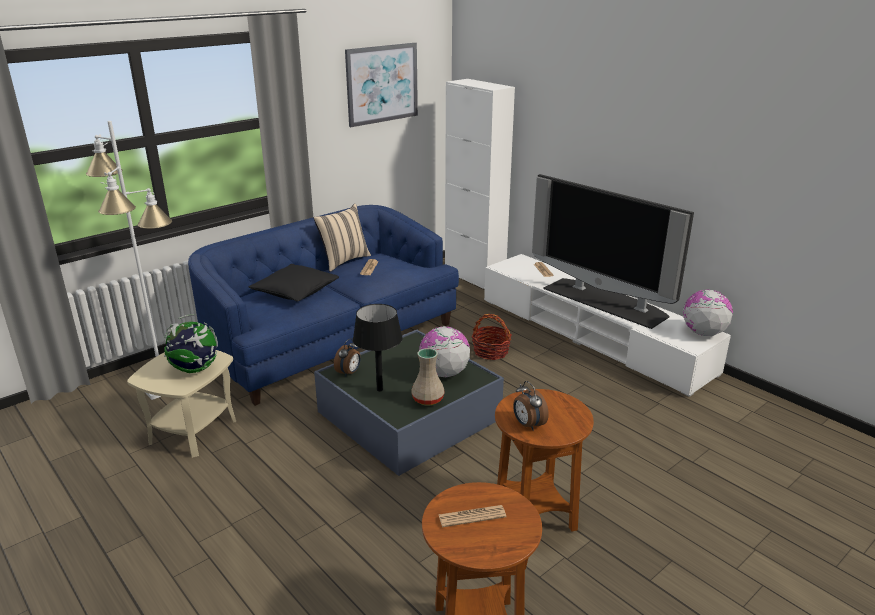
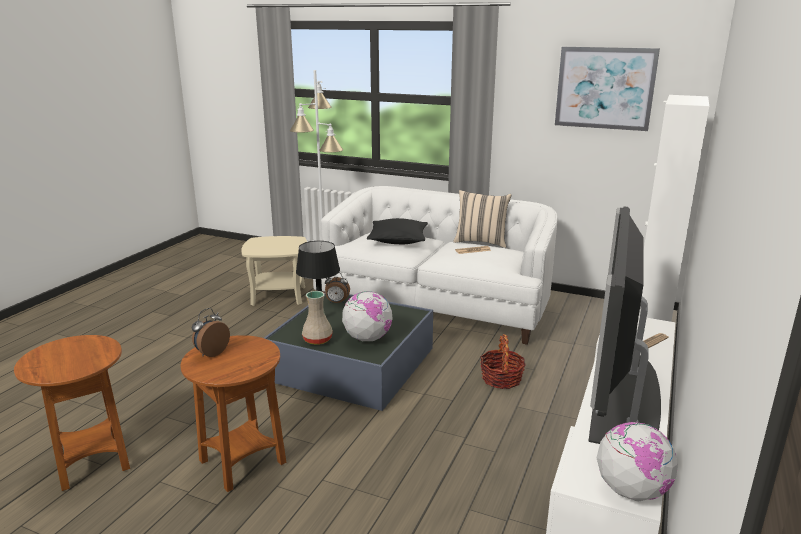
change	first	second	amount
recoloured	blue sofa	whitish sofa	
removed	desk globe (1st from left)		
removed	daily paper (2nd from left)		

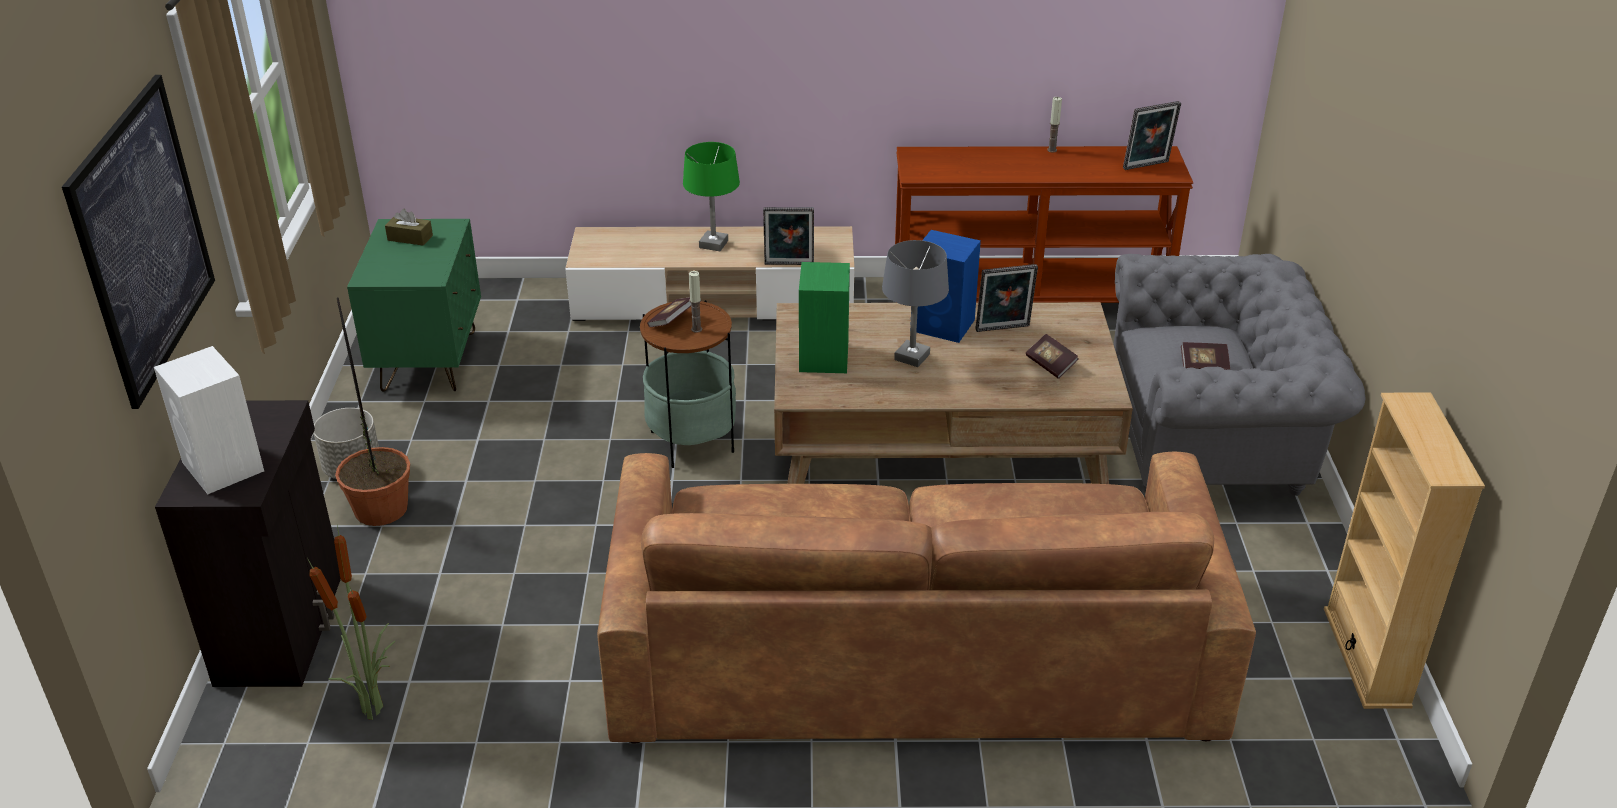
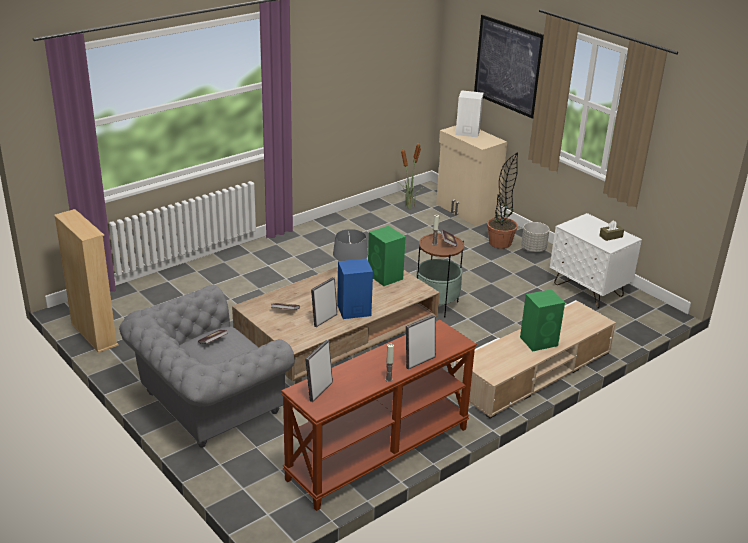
change	first	second	amount
moved	standing frame (1st from left in the first image)	standing frame (3rd from left)	
recoloured	black cabinet	sand-coloured cabinet	
replaced	green tabletop lamp	green audio speaker (2nd from left)	
recoloured	green nightstand	whitish nightstand	
removed	brown-coloured sofa		

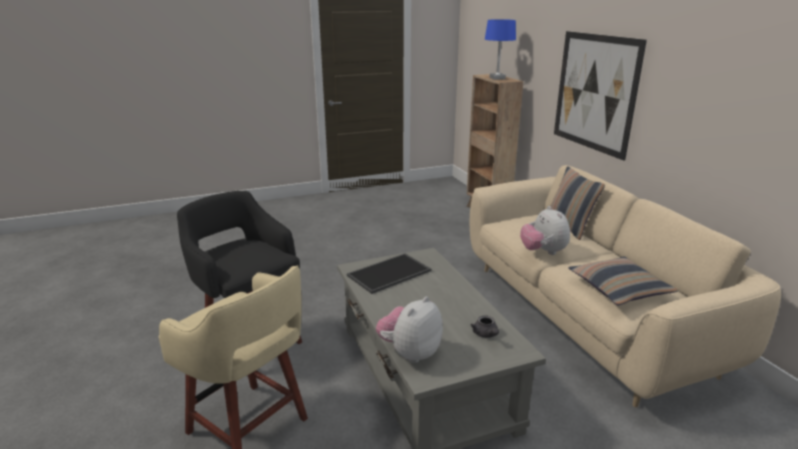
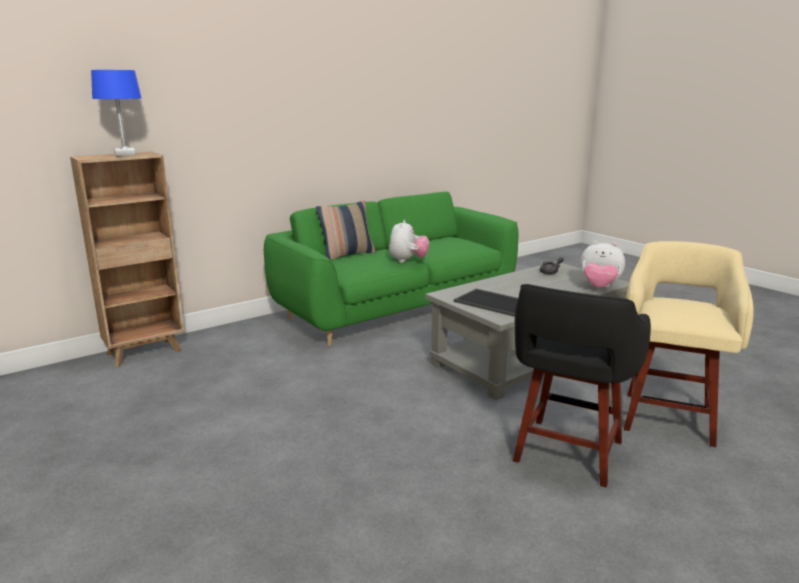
change	first	second	amount
recoloured	sand-coloured sofa	green sofa	
turned	plush toy (2nd from left in the first image)	plush toy (1st from left)	45 degrees counterclockwise
removed	wall art		
removed	cushion (2nd from left)		

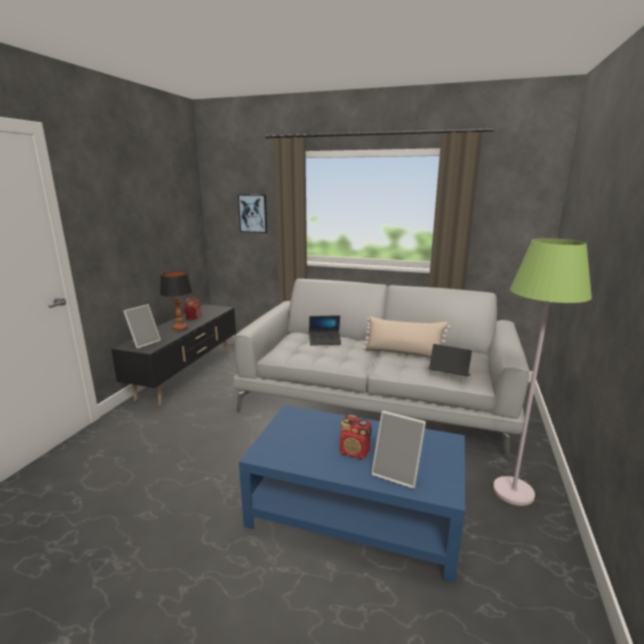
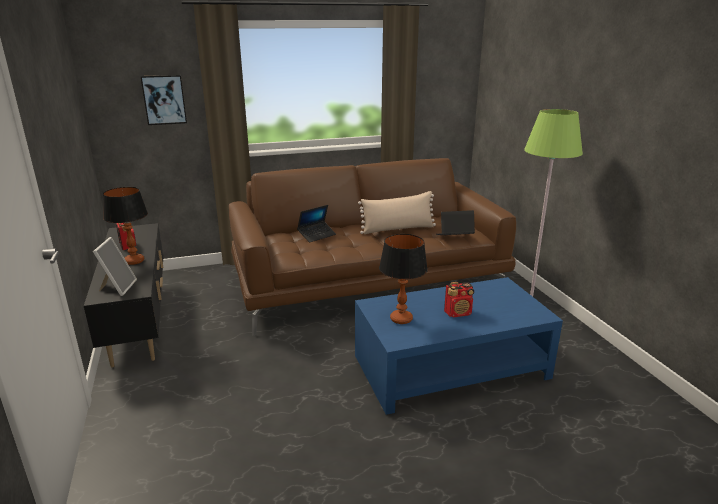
change	first	second	amount
recoloured	gray sofa	brown-coloured sofa	
added		tabletop lamp (2nd from left)	
removed	standing frame (2nd from left)		

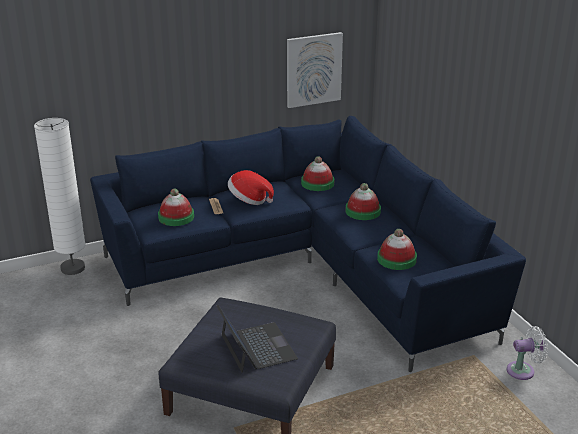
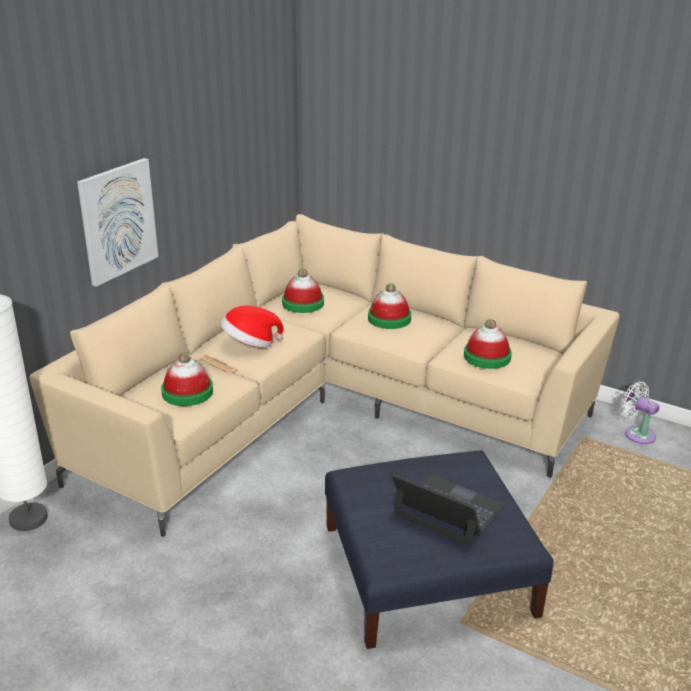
change	first	second	amount
recoloured	blue sofa	sand-coloured sofa	
moved	wall art		
turned	whitish electric fan		90 degrees counterclockwise

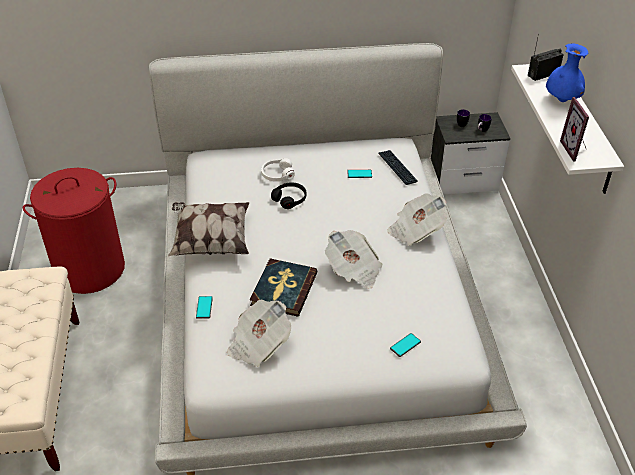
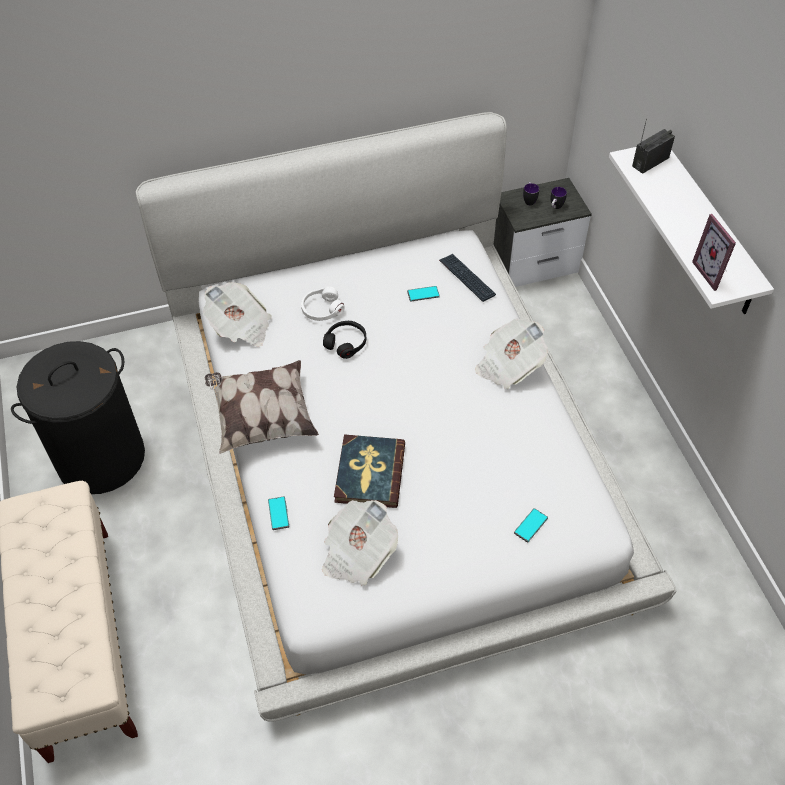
change	first	second	amount
recoloured	red hamper	black hamper	
moved	daily paper (2nd from left in the first image)	daily paper (1st from left)	
removed	blue flower vase		

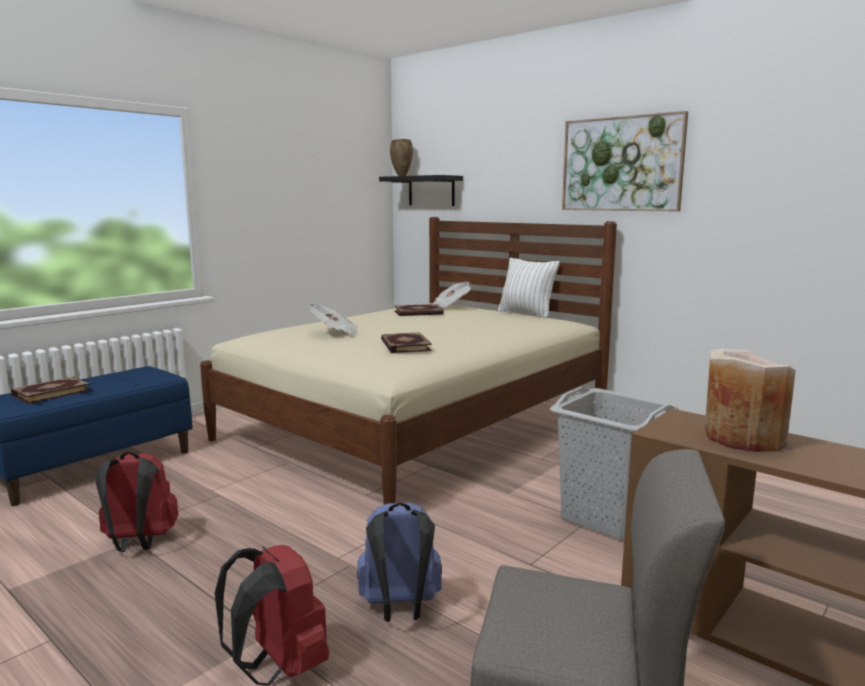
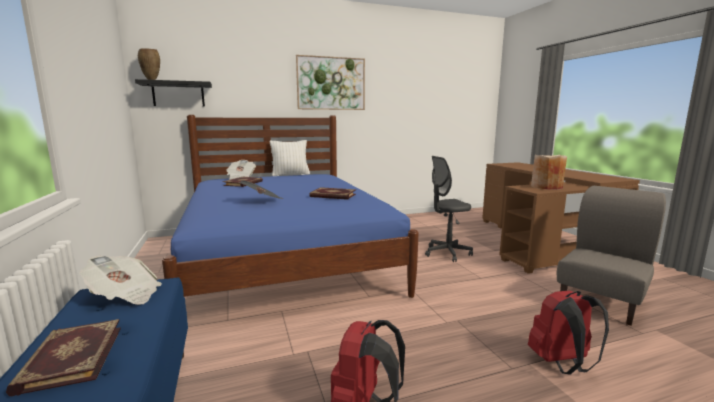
change	first	second	amount
added		daily paper (1st from left)	
recoloured	sand-coloured sleeping bed	blue sleeping bed	
replaced	gray hamper	gray computer chair	
removed	blue rucksack		

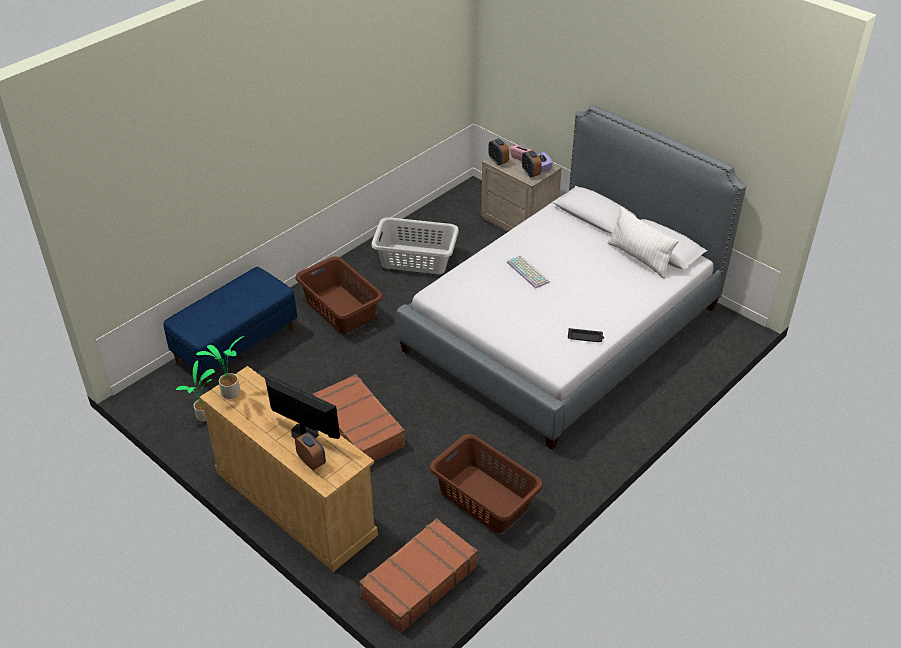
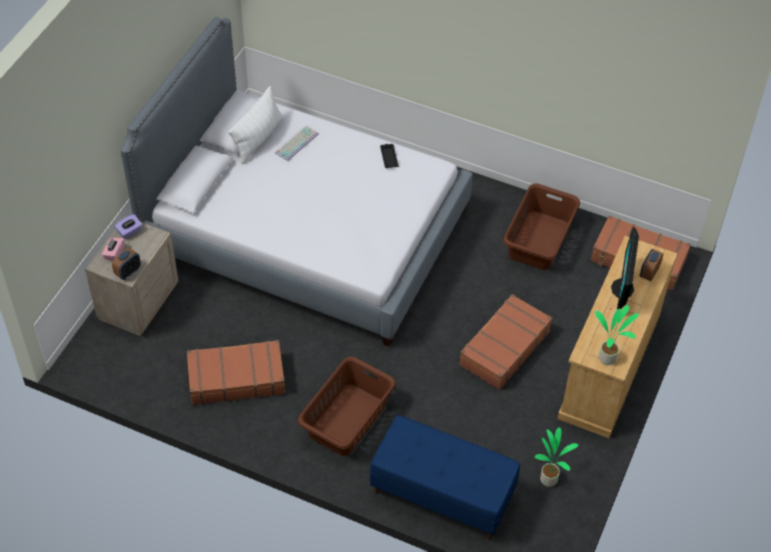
change	first	second	amount
replaced	gray hamper	brown-coloured travel case (1st from left)	
moved	PC keyboard		
removed	table clock (3rd from left)		

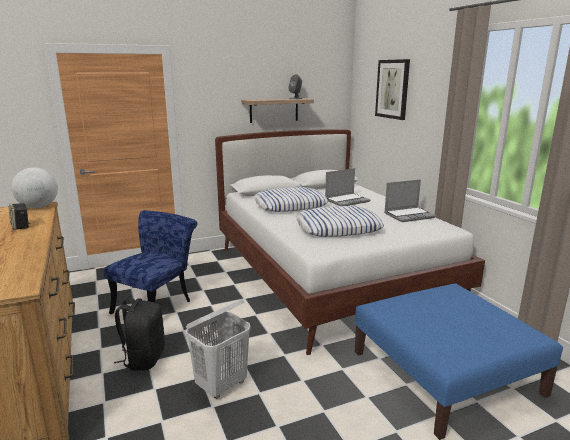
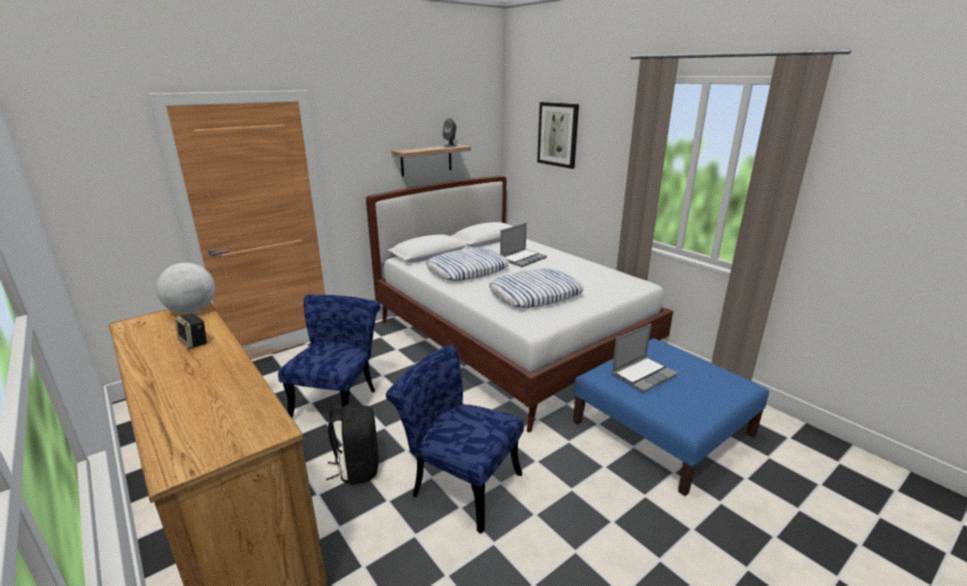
change	first	second	amount
replaced	whitish hamper	blue upright chair (2nd from left)	
moved	laptop (2nd from left)		

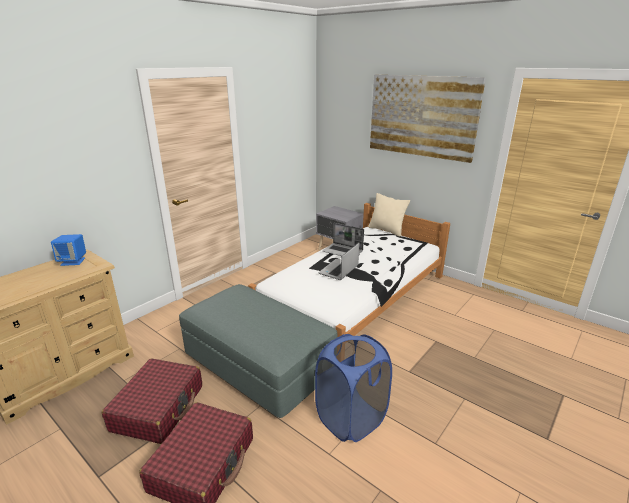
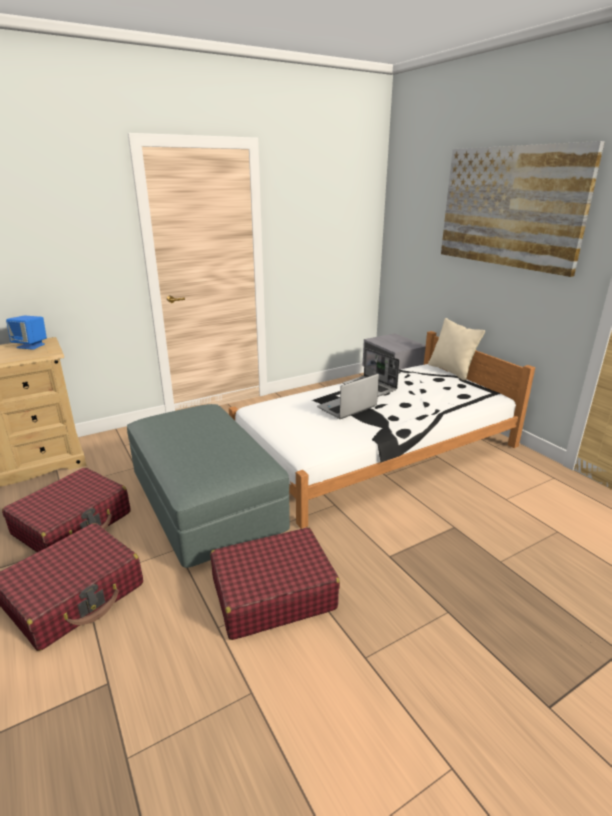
change	first	second	amount
replaced	blue hamper	red travel case (3rd from left)	

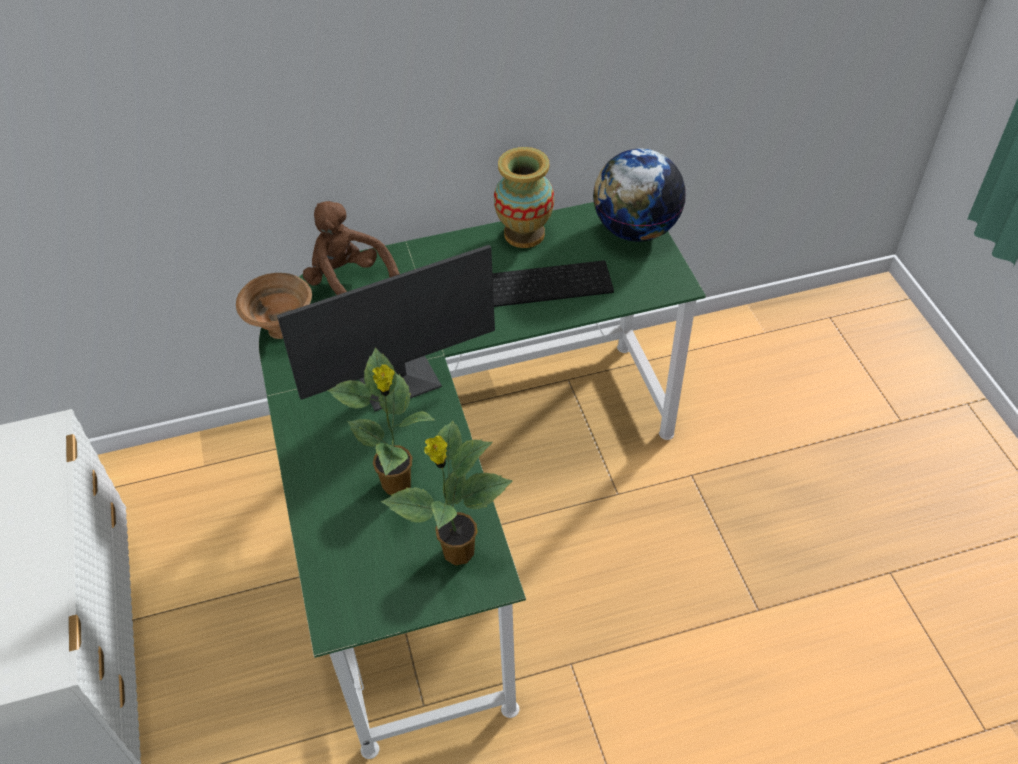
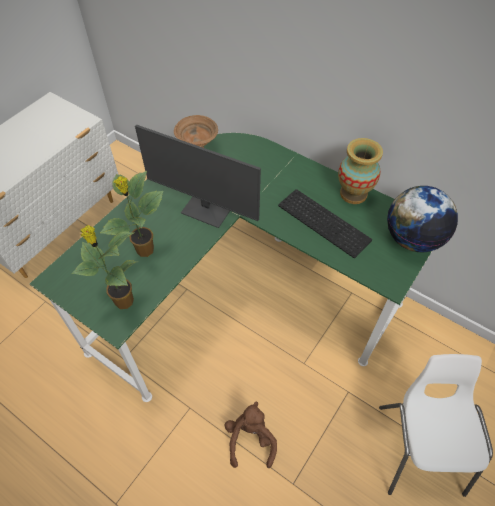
change	first	second	amount
moved	brown-coloured plush toy		
added		whitish upright chair	

